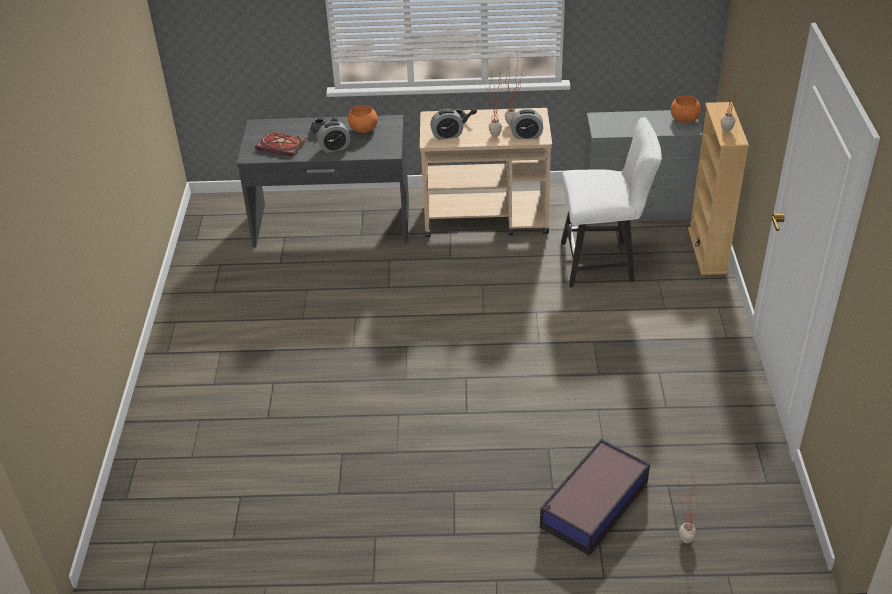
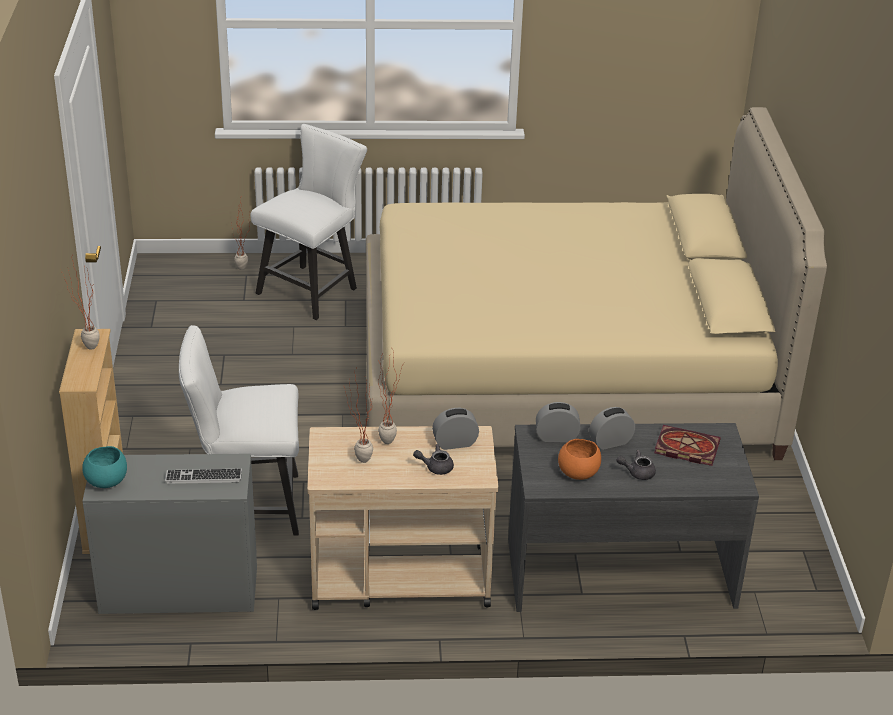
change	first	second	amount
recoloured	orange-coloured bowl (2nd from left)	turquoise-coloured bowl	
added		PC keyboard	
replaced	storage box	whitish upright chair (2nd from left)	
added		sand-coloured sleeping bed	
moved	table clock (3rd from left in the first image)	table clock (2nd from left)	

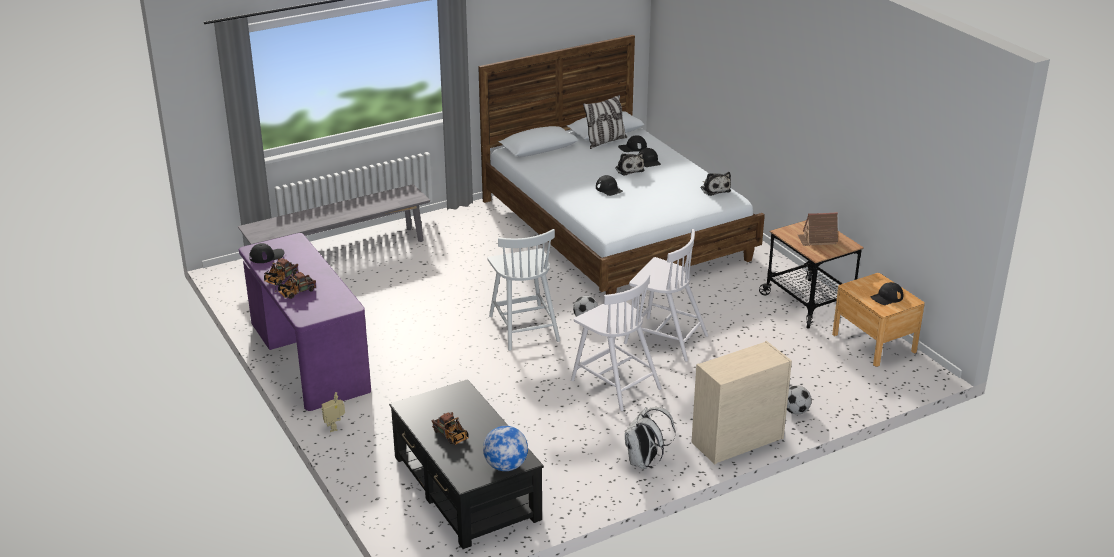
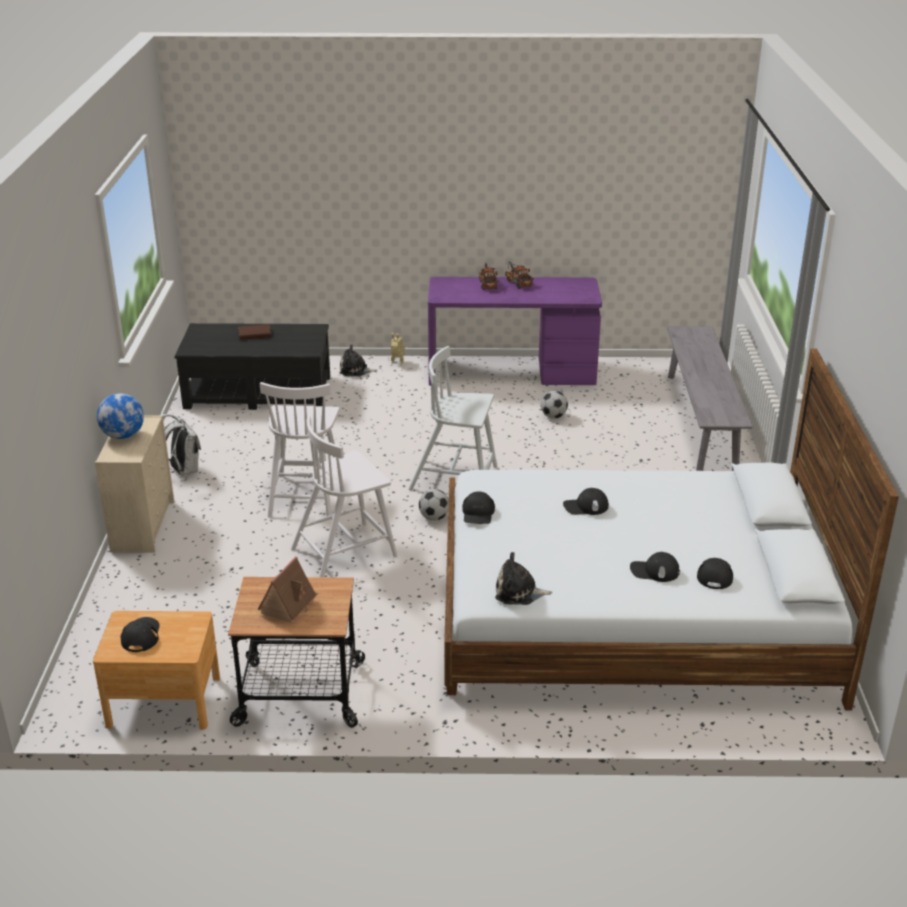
change	first	second	amount
moved	desk globe		
replaced	toy lorry (3rd from left)	brown-coloured bound book	
turned	whitish upright chair (2nd from left in the first image)	whitish upright chair (1st from left)	75 degrees counterclockwise
moved	plush toy (1st from left)		
moved	black baseball cap (1st from left in the first image)	black baseball cap (2nd from left)	
moved	football ball (2nd from left)		
removed	cushion		

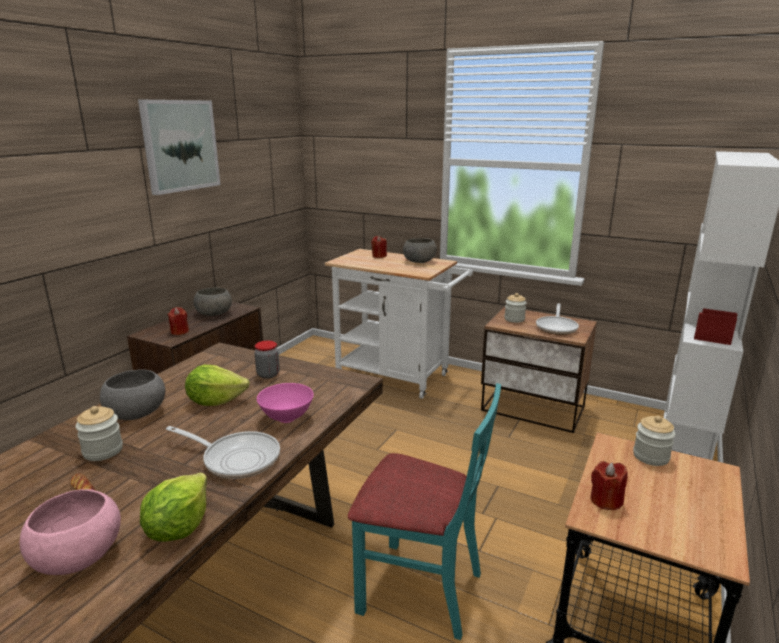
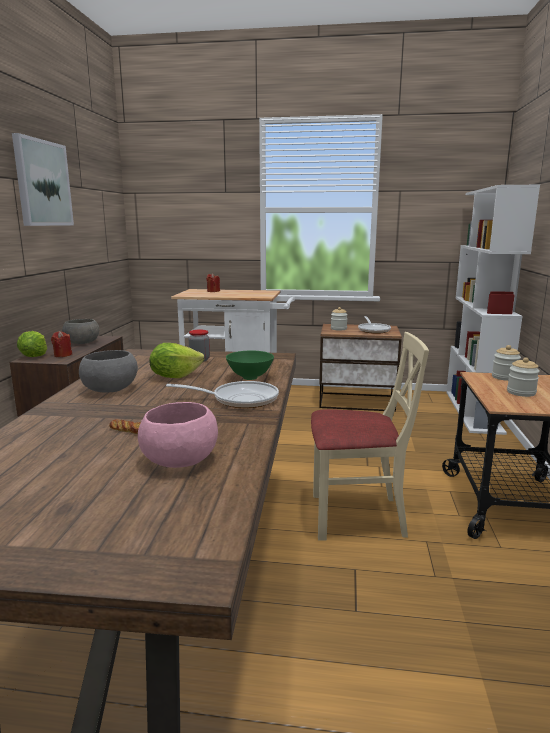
change	first	second	amount
moved	lettuce (1st from left)		
recoloured	pink bowl (2nd from left)	green bowl	
recoloured	turquoise-coloured upright chair	sand-coloured upright chair	
moved	jar (1st from left in the first image)	jar (4th from left)	
removed	gray bowl (3rd from left)		
removed	red candle (3rd from left)		

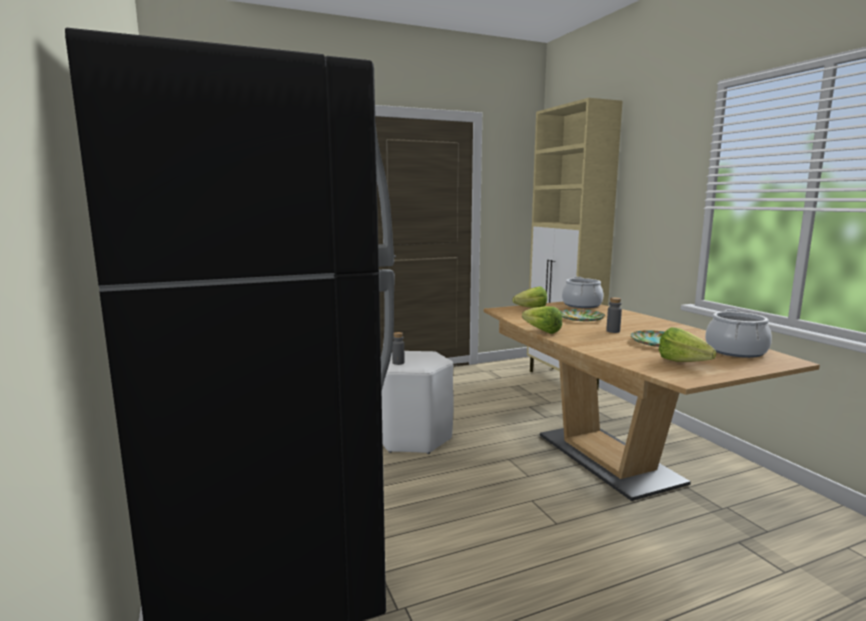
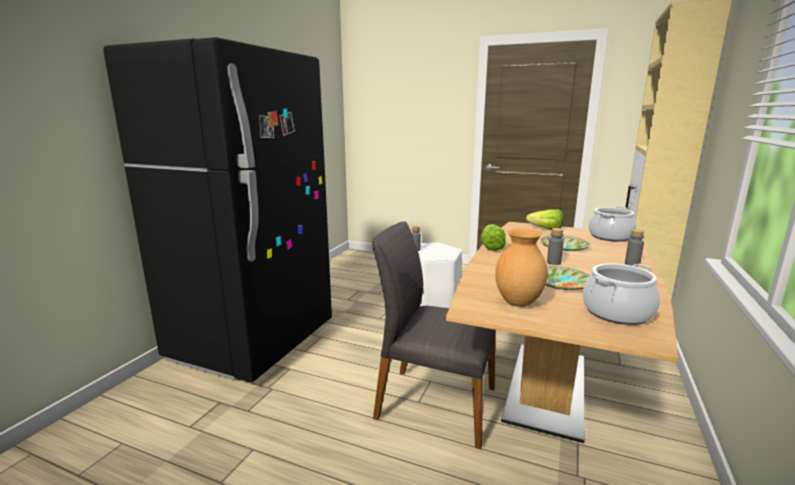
change	first	second	amount
added		gray upright chair	
replaced	lettuce (3rd from left)	brown-coloured flower vase	
added		gray beverage bottle (3rd from left)	

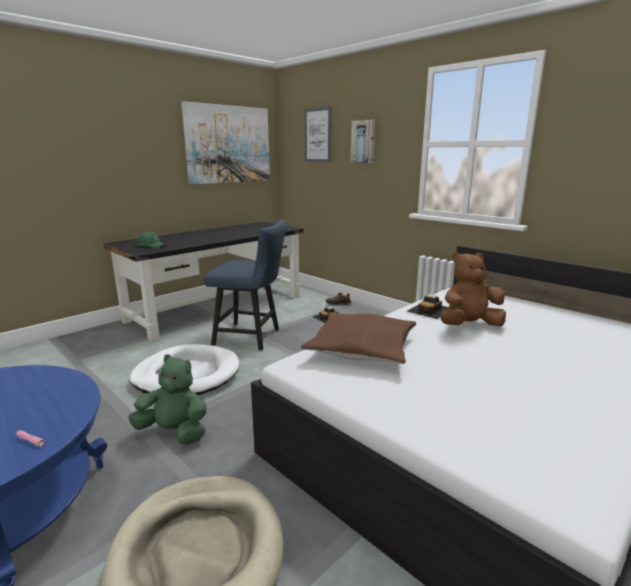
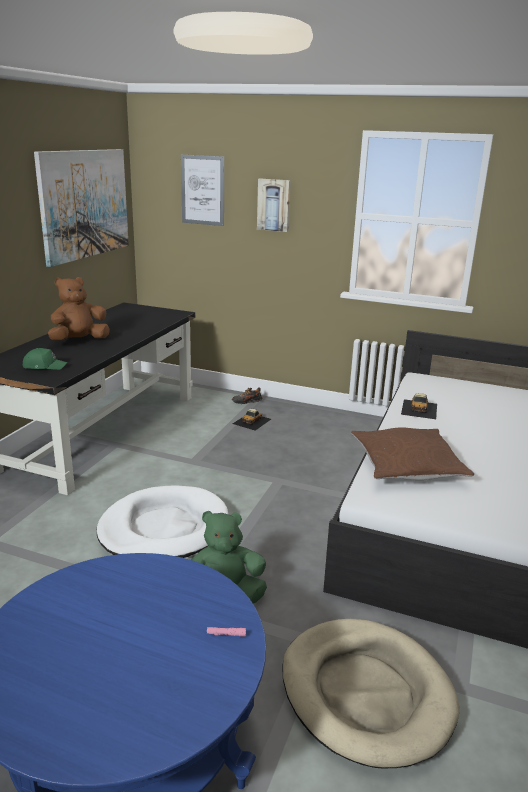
change	first	second	amount
moved	brown-coloured plush toy		
removed	blue upright chair		

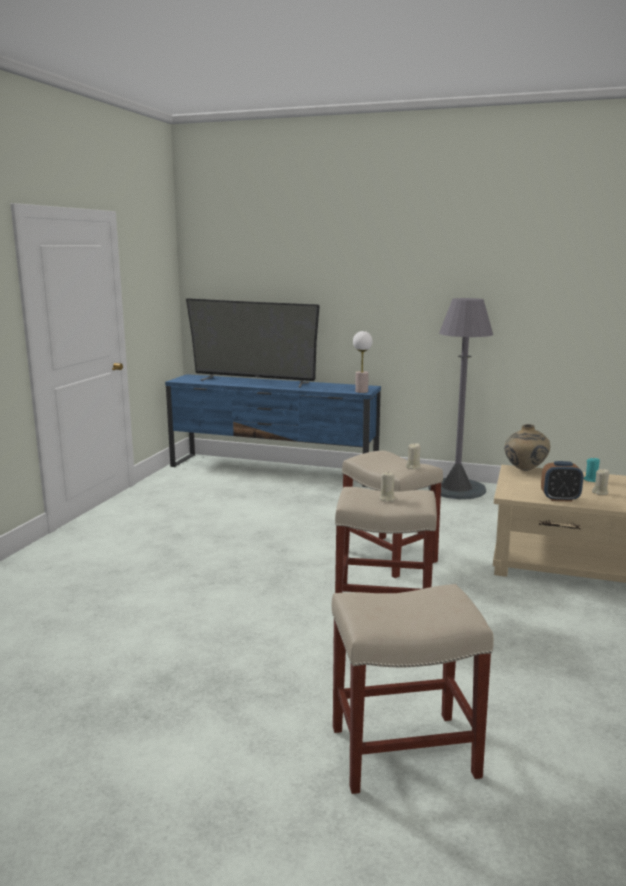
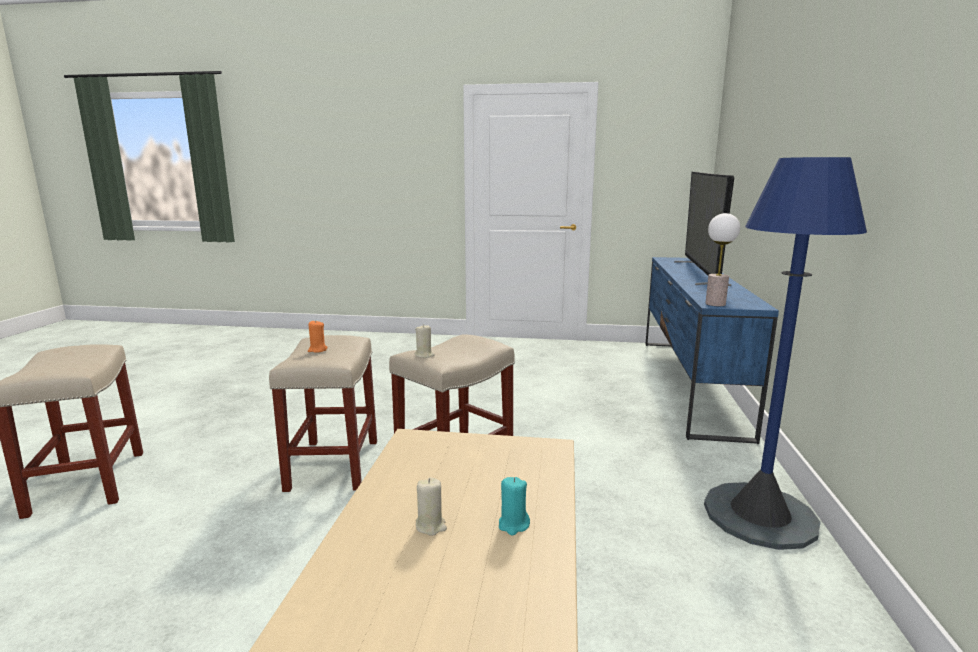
change	first	second	amount
recoloured	sand-coloured candle (1st from left)	orange-coloured candle	
recoloured	gray standard lamp	blue standard lamp	
removed	sand-coloured flower vase		
removed	table clock		

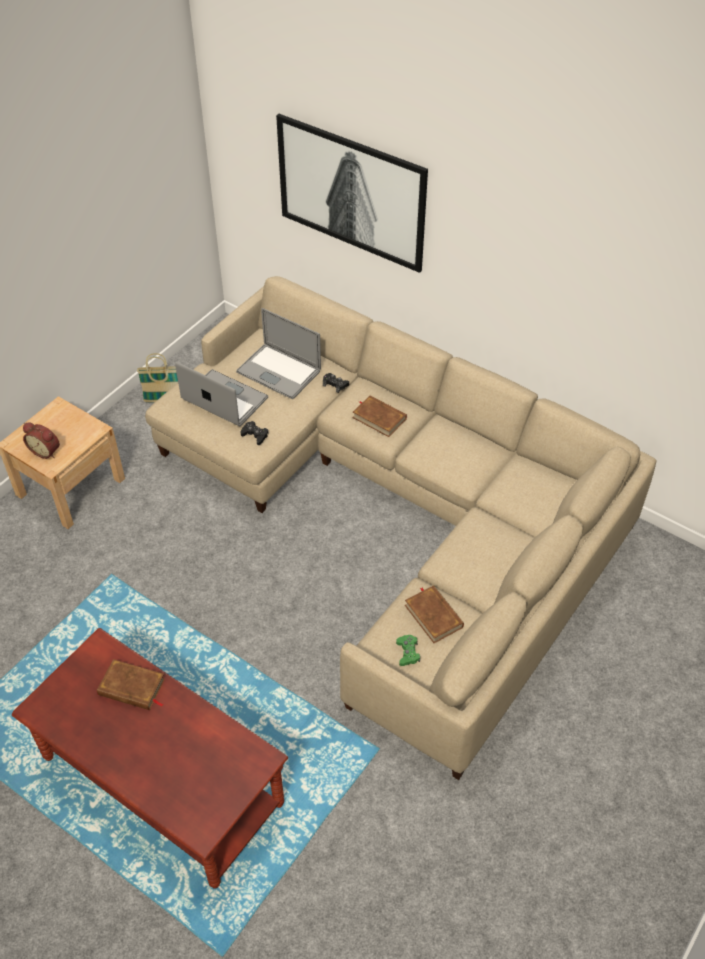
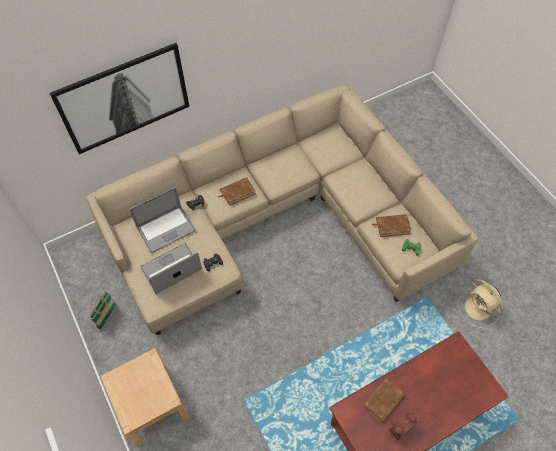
change	first	second	amount
moved	table clock		
added		sand-coloured electric fan	

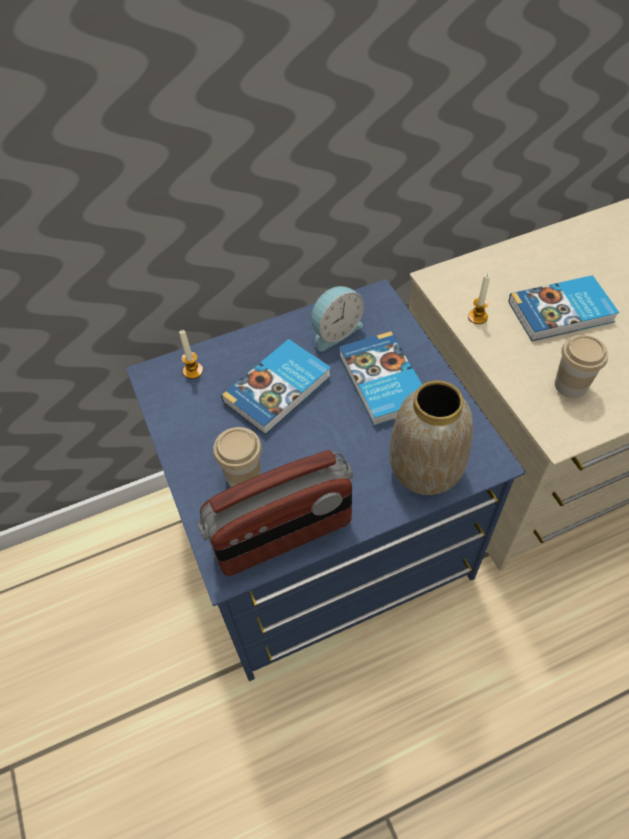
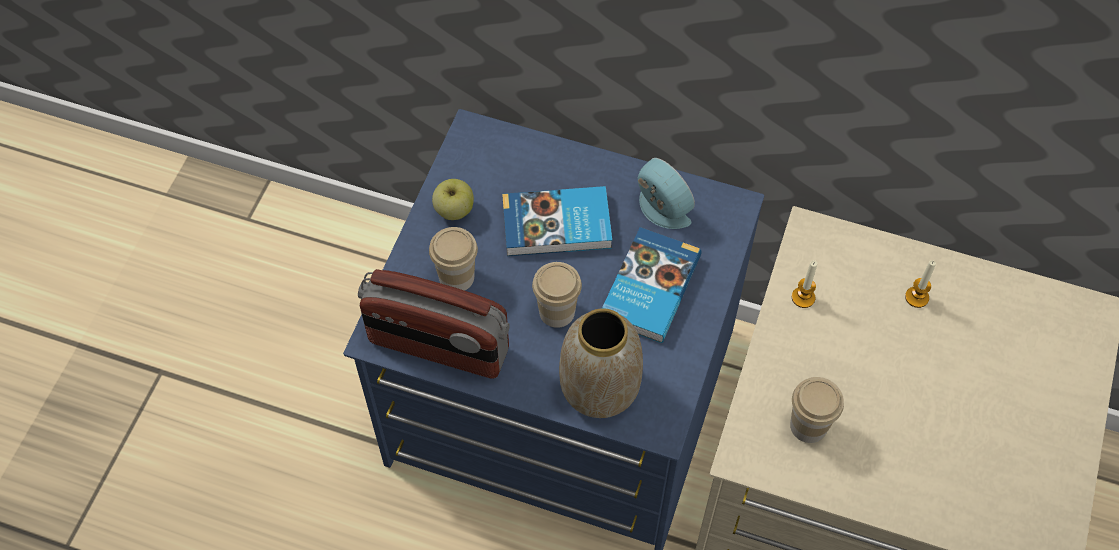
change	first	second	amount
added		apple fruit	
added		small cup (2nd from left)	
turned	table clock		135 degrees counterclockwise
moved	candle (1st from left in the first image)	candle (2nd from left)	
removed	bound book (3rd from left)		

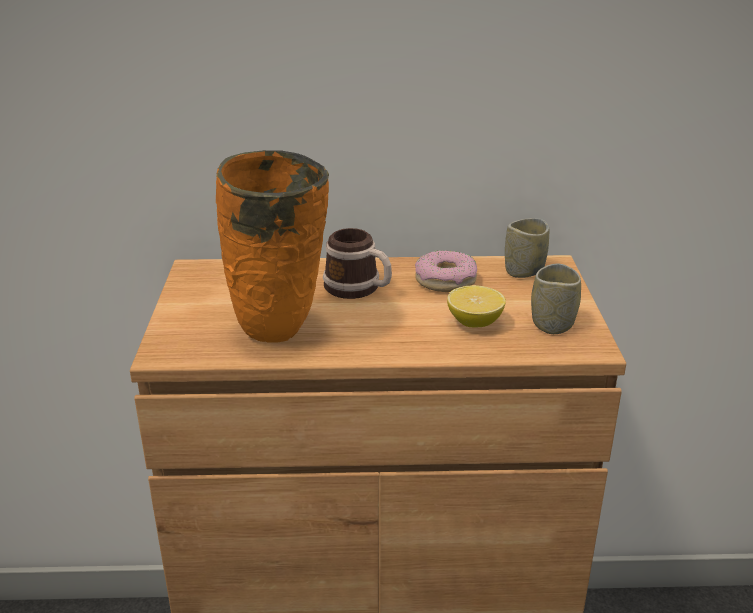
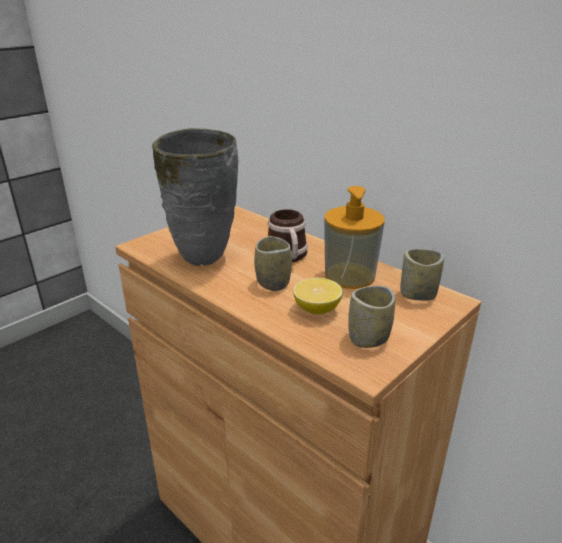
change	first	second	amount
recoloured	orange-coloured flower vase	gray flower vase	
added		small cup (1st from left)	
replaced	donut	soap dispenser	

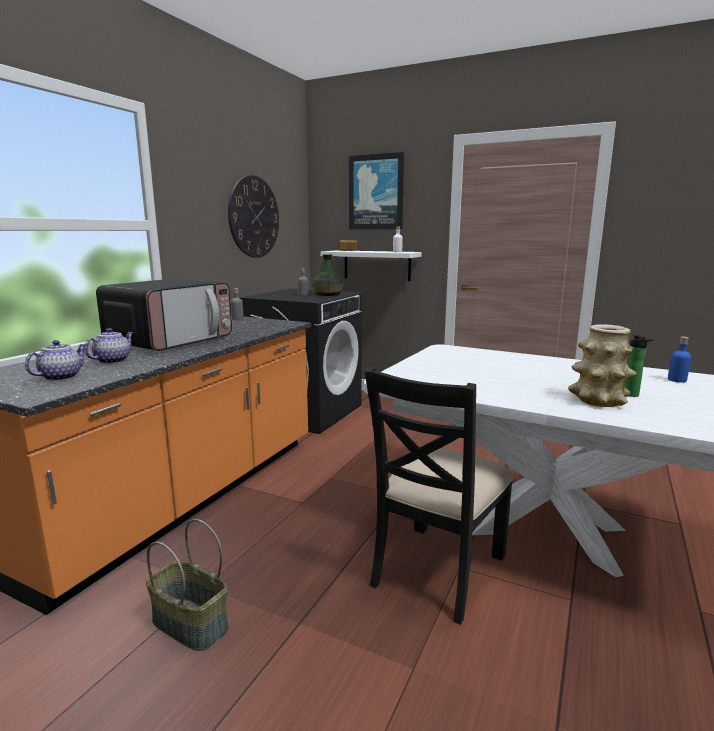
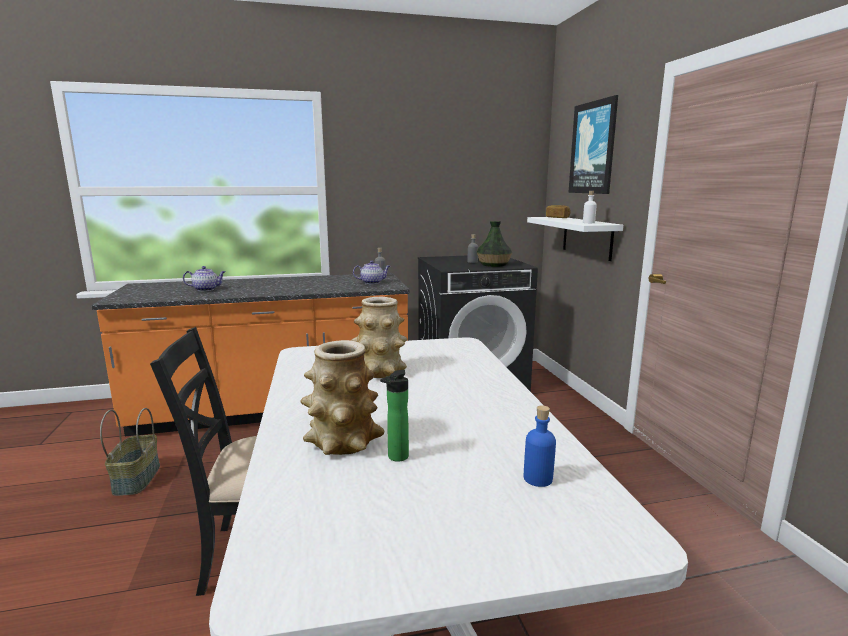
change	first	second	amount
added		flower vase (2nd from left)	
moved	teapot (1st from left in the first image)	teapot (2nd from left)	
removed	microwave		
removed	wall clock		

